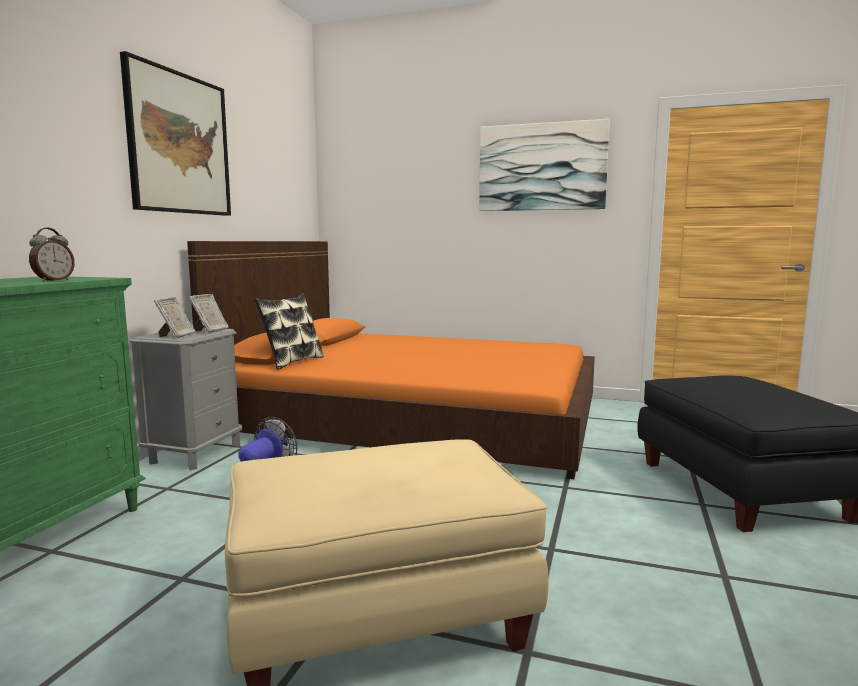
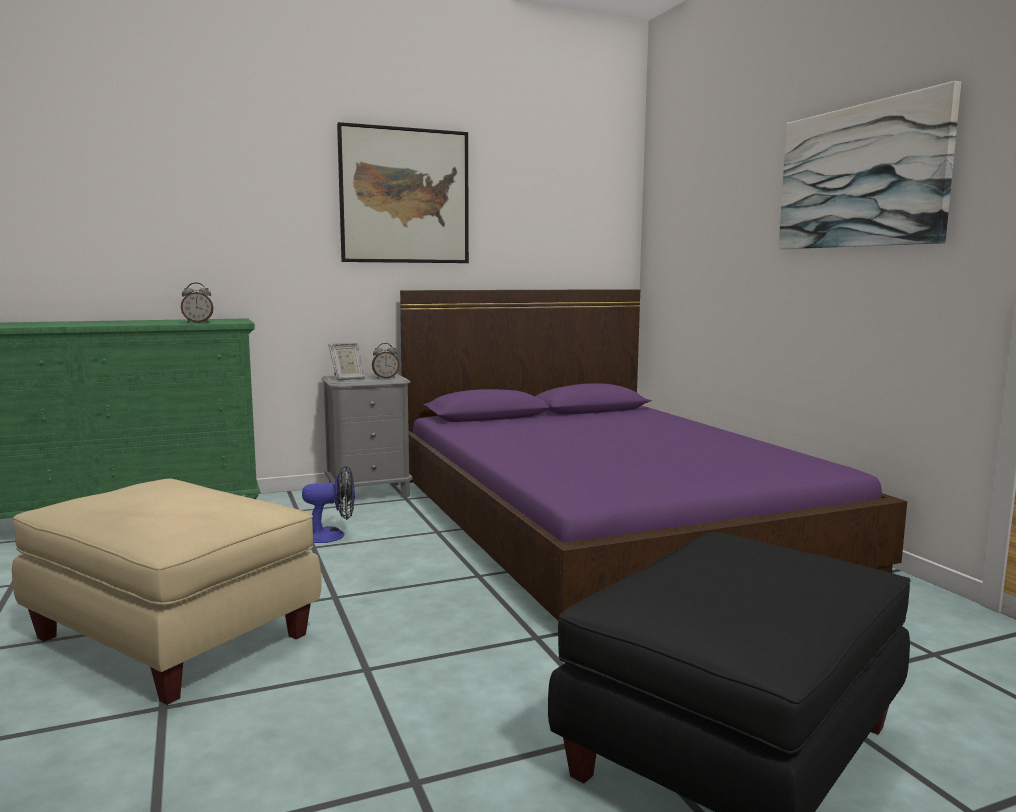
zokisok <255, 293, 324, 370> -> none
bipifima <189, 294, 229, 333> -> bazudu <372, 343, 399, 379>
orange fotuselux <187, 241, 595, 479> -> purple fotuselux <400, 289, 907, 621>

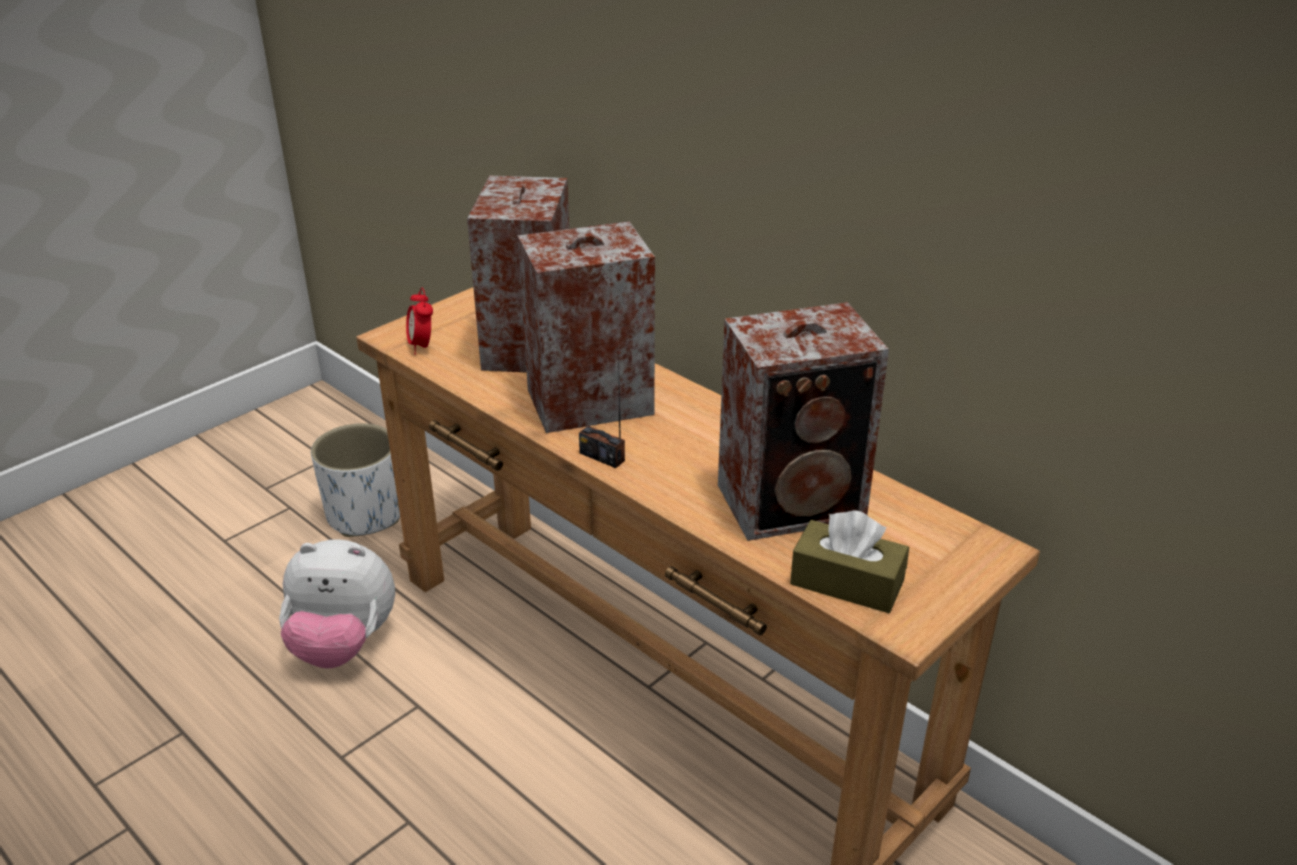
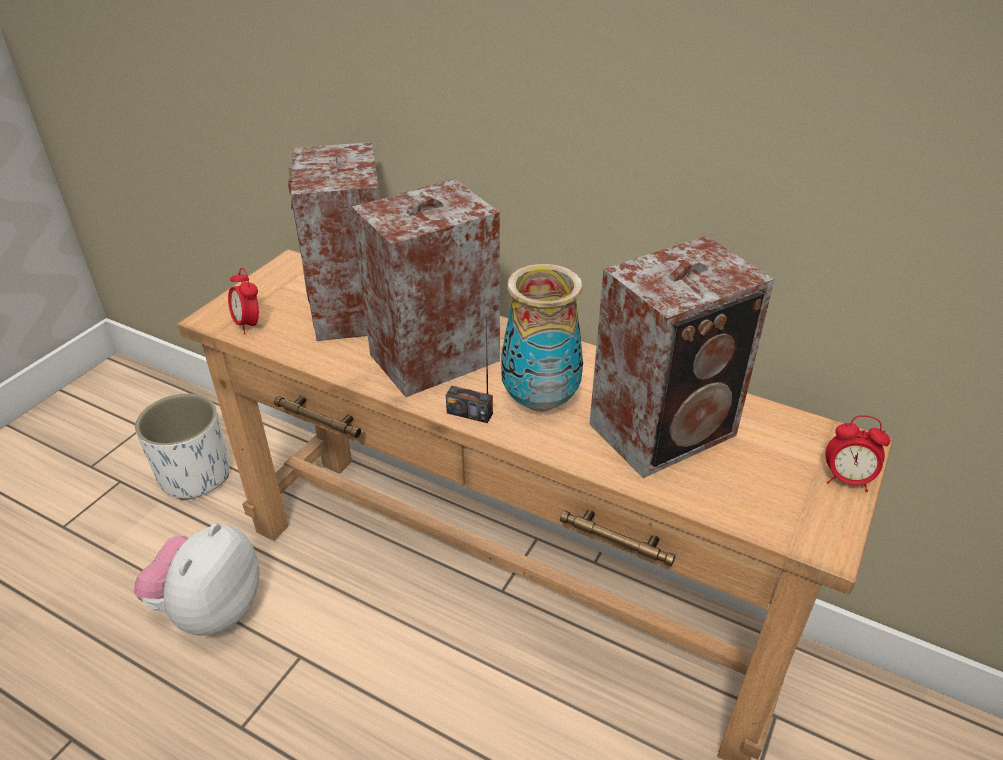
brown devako <790, 510, 909, 613> -> none
none -> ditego <501, 264, 583, 412>
none -> bazudu <825, 415, 890, 492>
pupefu <279, 539, 395, 668> -> pupefu <134, 523, 260, 636>, 120 degrees clockwise

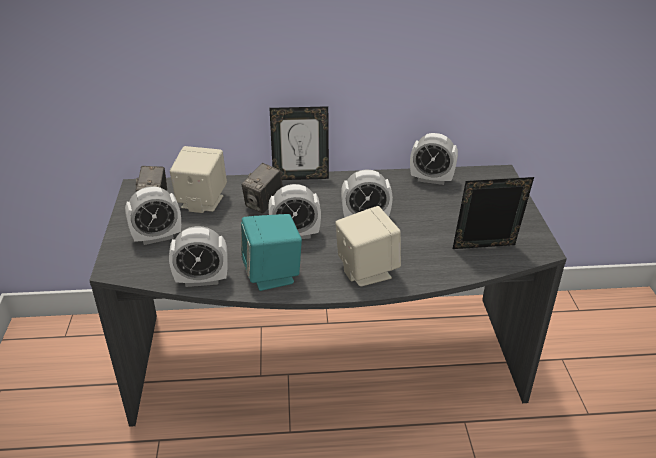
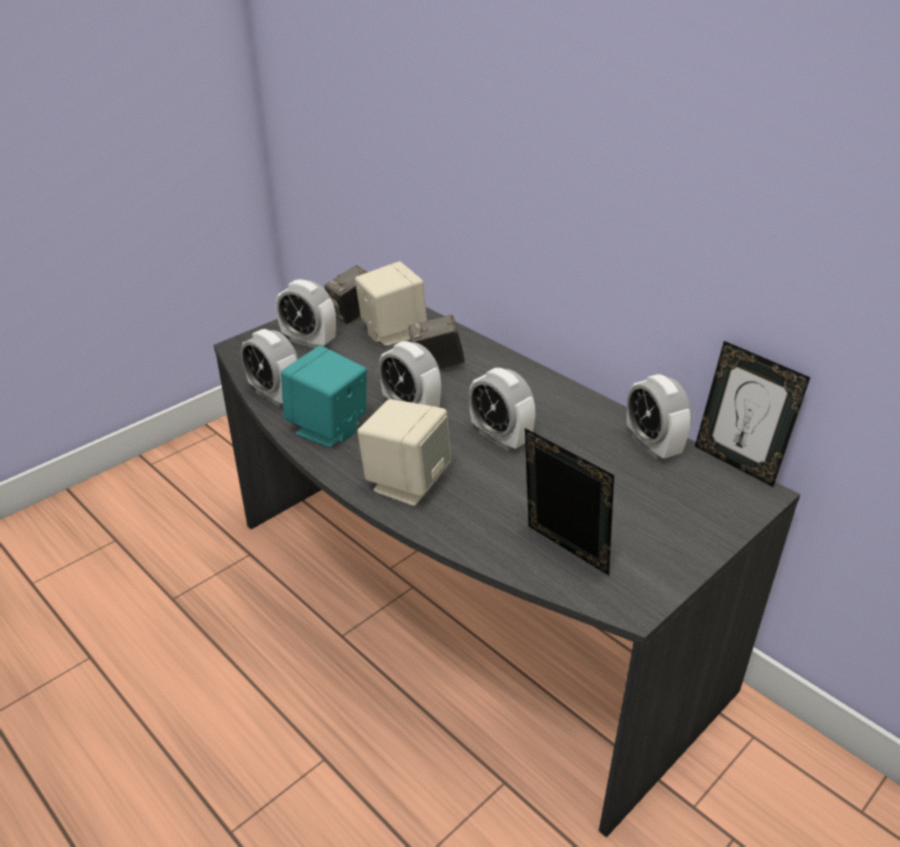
bipifima <270, 106, 329, 180> -> bipifima <695, 341, 811, 487>, moved

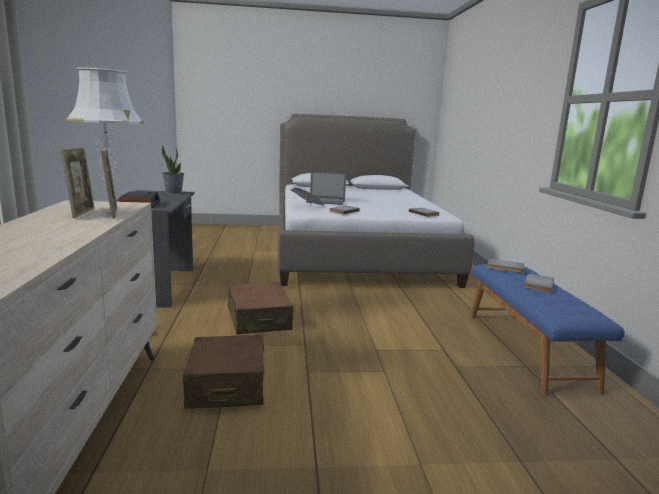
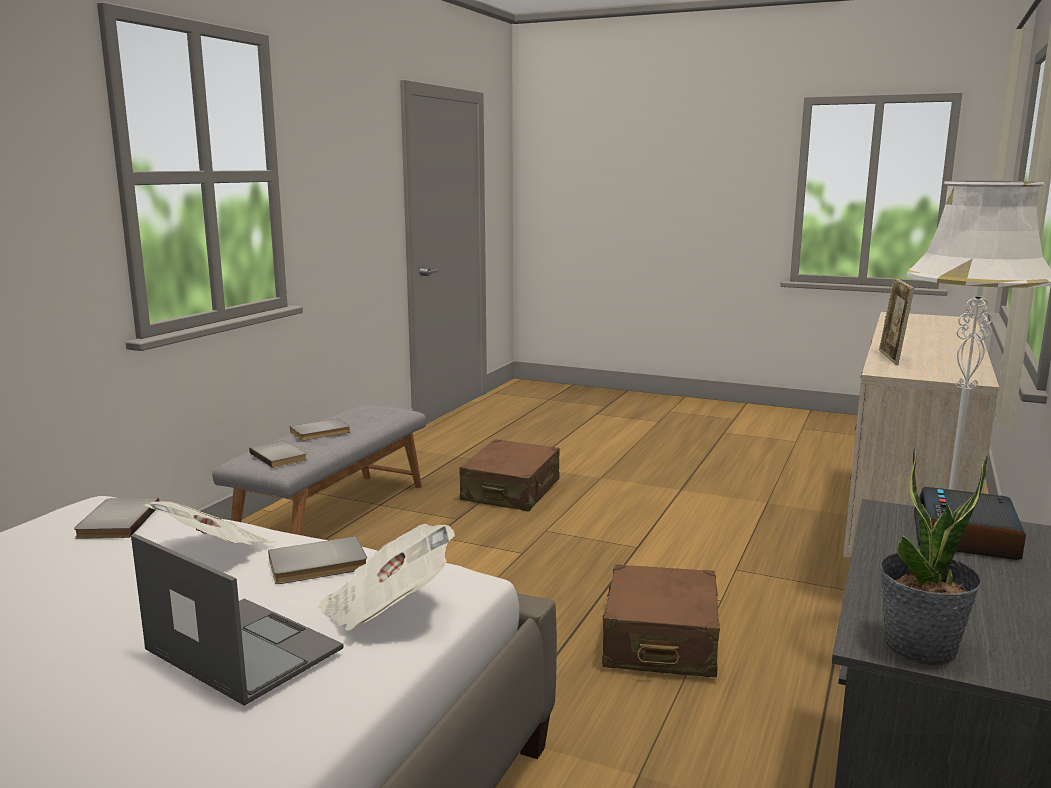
bipifima <61, 147, 95, 218> -> none
none -> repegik <144, 501, 275, 545>
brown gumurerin <183, 335, 264, 409> -> brown gumurerin <459, 439, 560, 511>, moved
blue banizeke <470, 264, 625, 395> -> grey banizeke <212, 405, 426, 535>

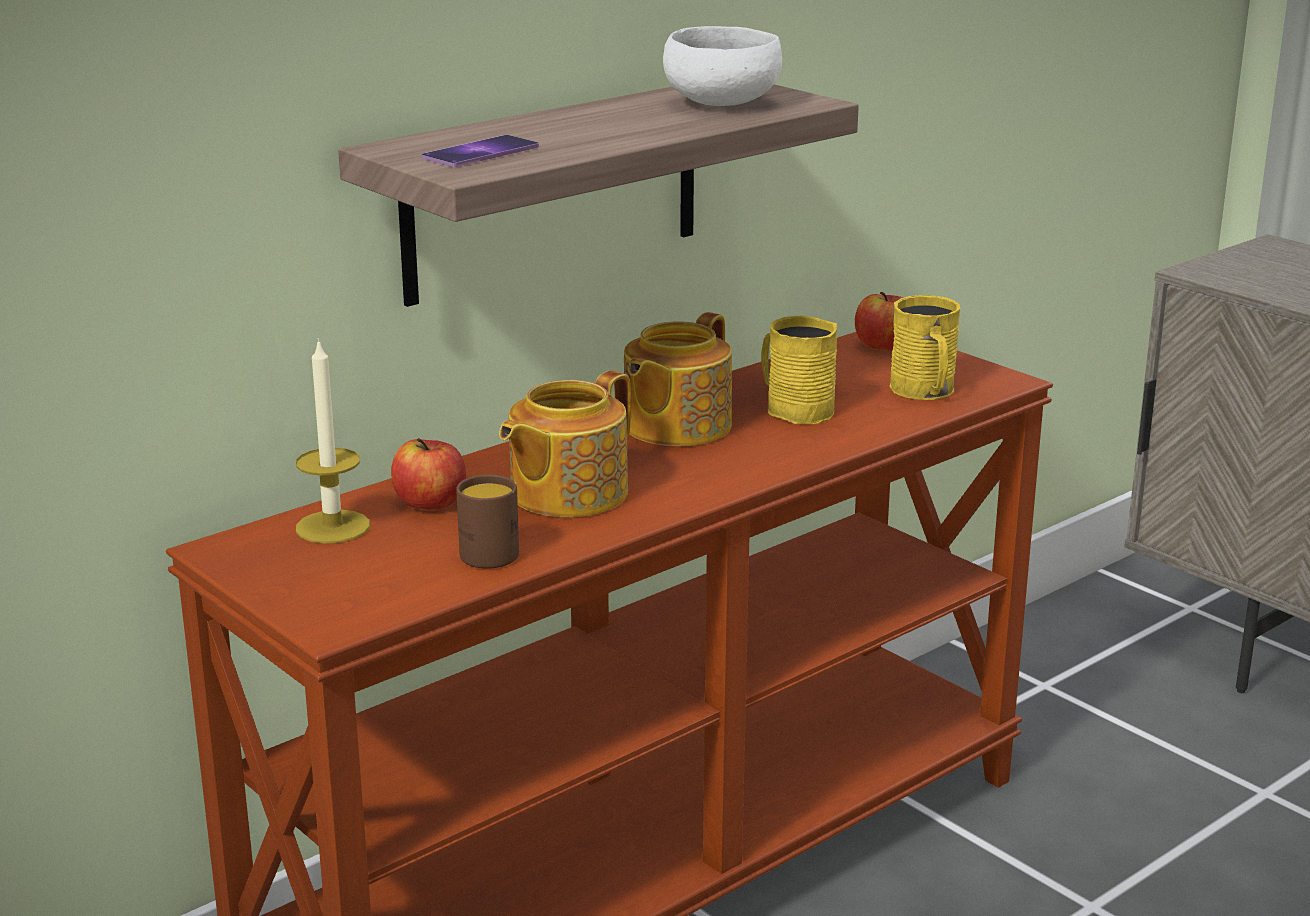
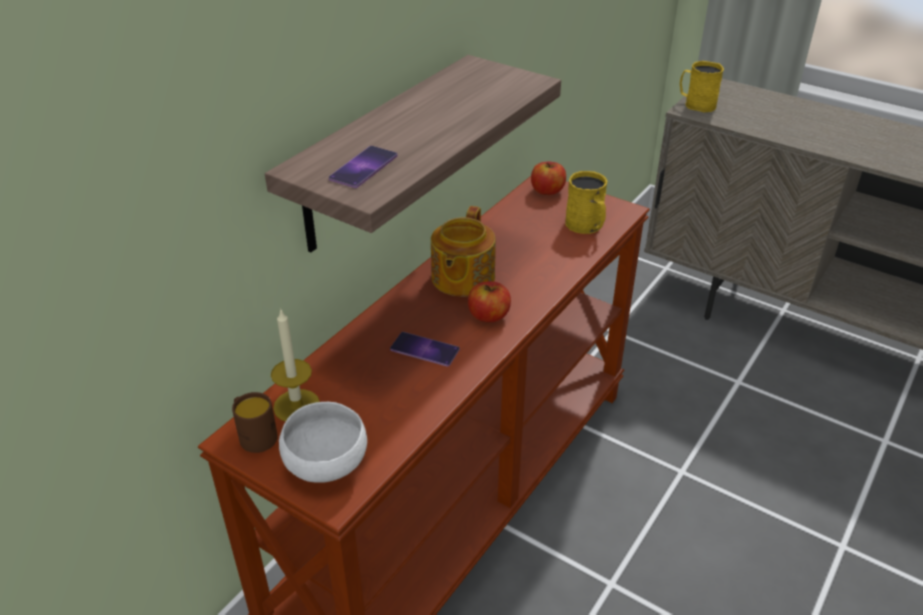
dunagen <391, 438, 466, 510> -> dunagen <468, 281, 511, 323>, moved
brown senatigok <456, 474, 519, 569> -> brown senatigok <232, 392, 278, 453>, moved
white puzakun <663, 26, 782, 106> -> white puzakun <279, 402, 367, 483>, moved
yellow senatigok <761, 316, 837, 424> -> yellow senatigok <680, 61, 724, 112>, moved
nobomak <499, 370, 631, 517> -> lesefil <390, 332, 460, 366>

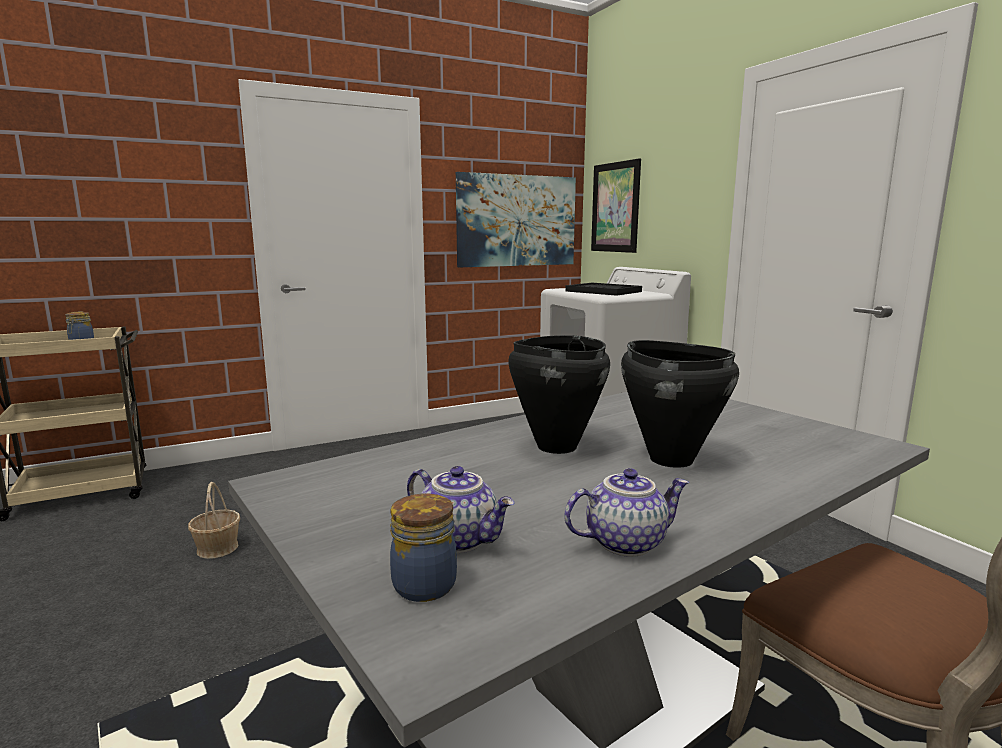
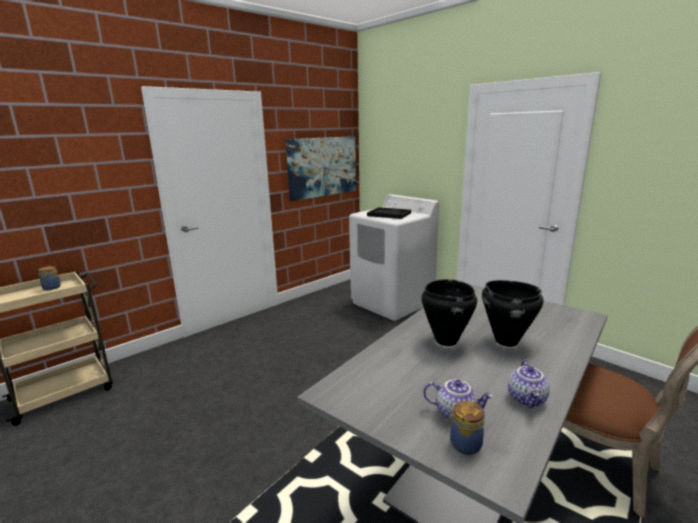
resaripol <188, 482, 240, 559> -> none
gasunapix <591, 158, 641, 253> -> none
nobomak <564, 468, 689, 557> -> nobomak <508, 359, 550, 408>, 135 degrees clockwise

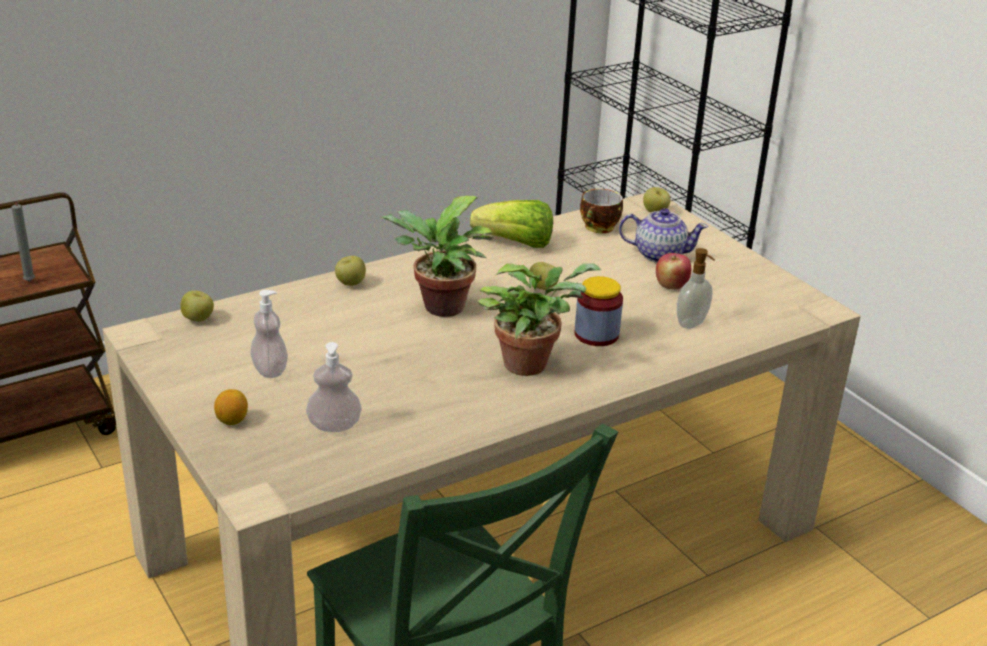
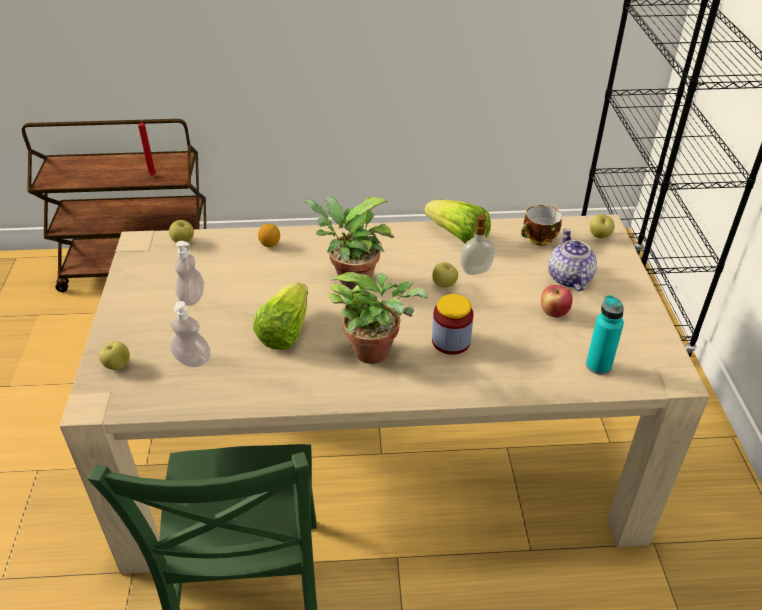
none -> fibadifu <253, 283, 308, 350>
none -> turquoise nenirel <586, 295, 624, 375>
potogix <214, 389, 248, 425> -> potogix <258, 224, 280, 247>, moved
dunagen <335, 256, 366, 286> -> dunagen <99, 341, 130, 370>, moved
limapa <677, 248, 715, 329> -> limapa <460, 214, 495, 275>, moved
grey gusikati <11, 200, 35, 282> -> red gusikati <138, 121, 156, 176>
nobomak <619, 208, 708, 263> -> nobomak <548, 229, 597, 291>, 135 degrees counterclockwise

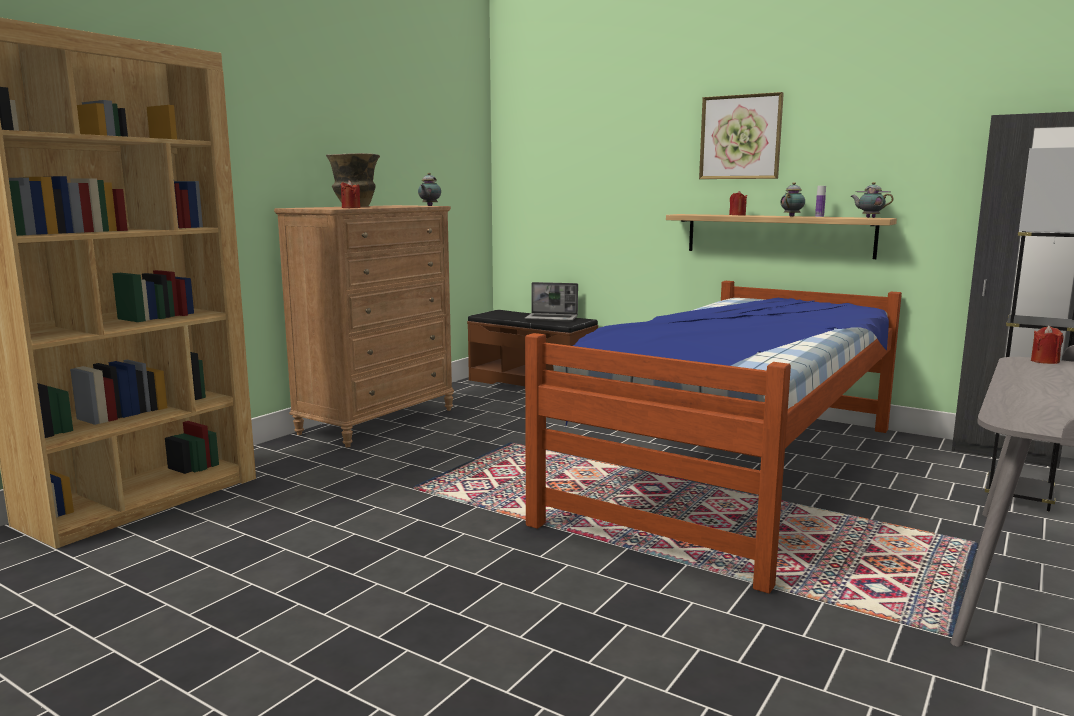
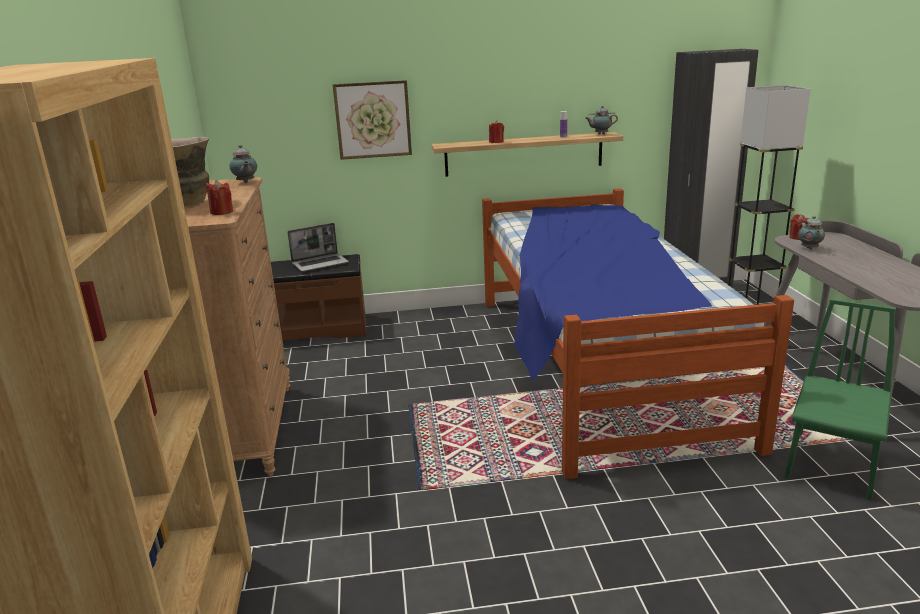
none -> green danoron <785, 299, 896, 501>
gasunapix <699, 92, 784, 179> -> gasunapix <333, 80, 412, 160>, moved
nobomak <780, 182, 805, 217> -> nobomak <798, 216, 825, 250>, moved

